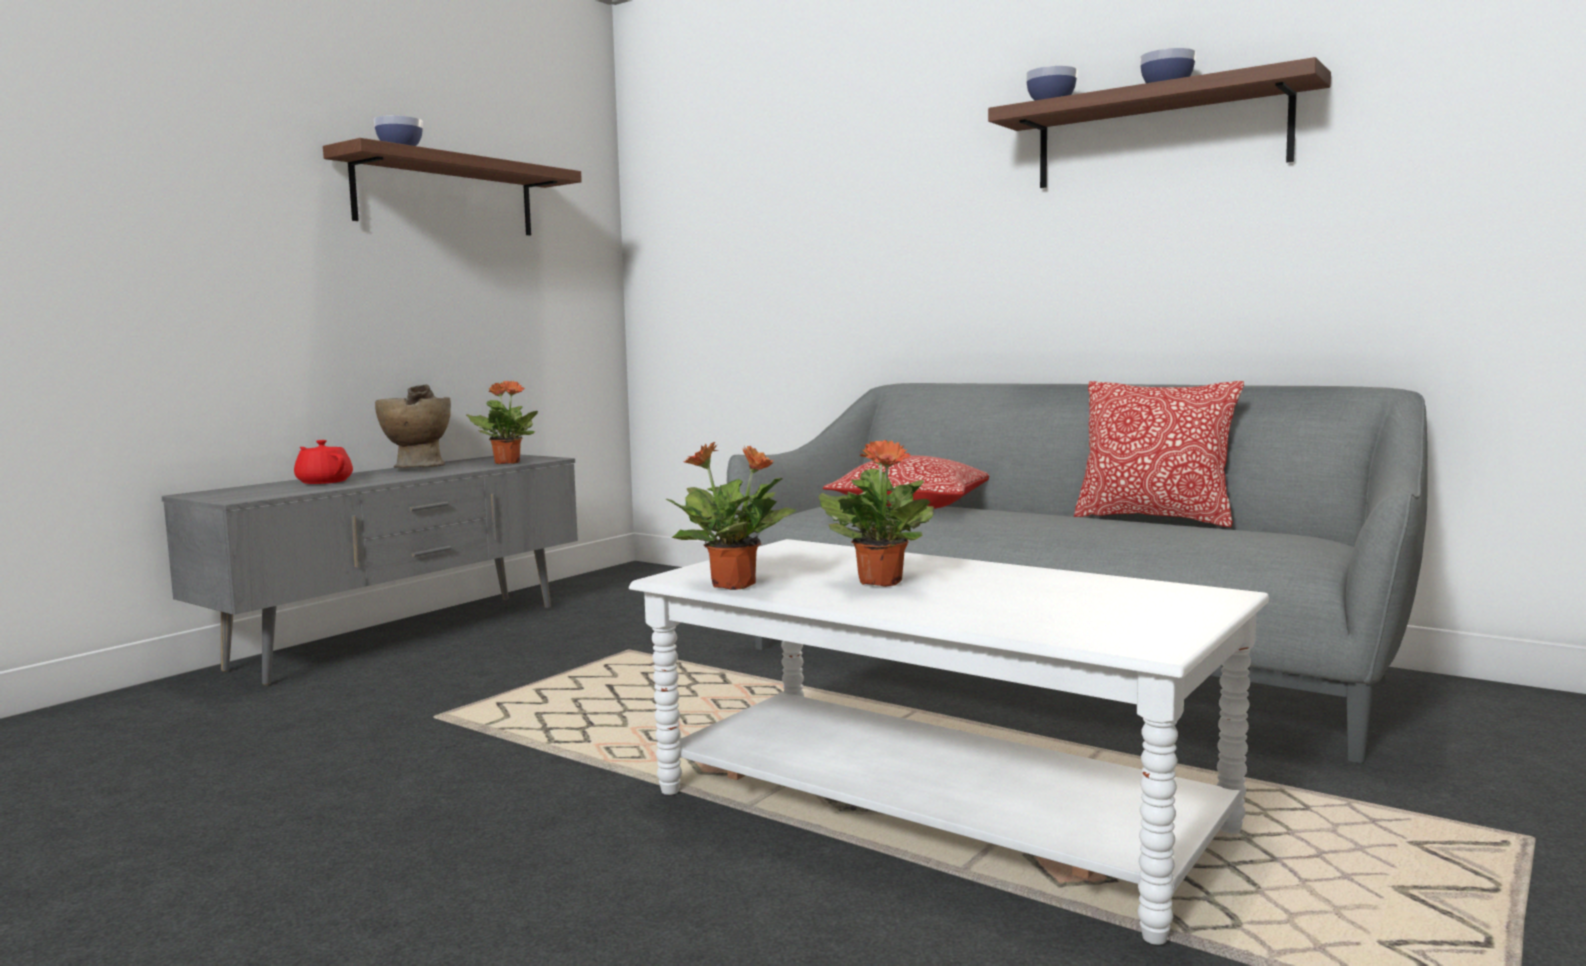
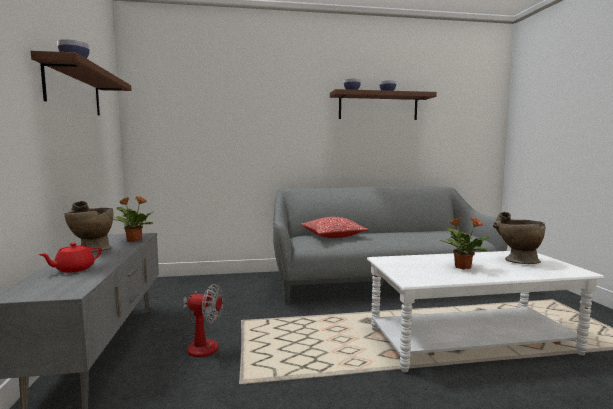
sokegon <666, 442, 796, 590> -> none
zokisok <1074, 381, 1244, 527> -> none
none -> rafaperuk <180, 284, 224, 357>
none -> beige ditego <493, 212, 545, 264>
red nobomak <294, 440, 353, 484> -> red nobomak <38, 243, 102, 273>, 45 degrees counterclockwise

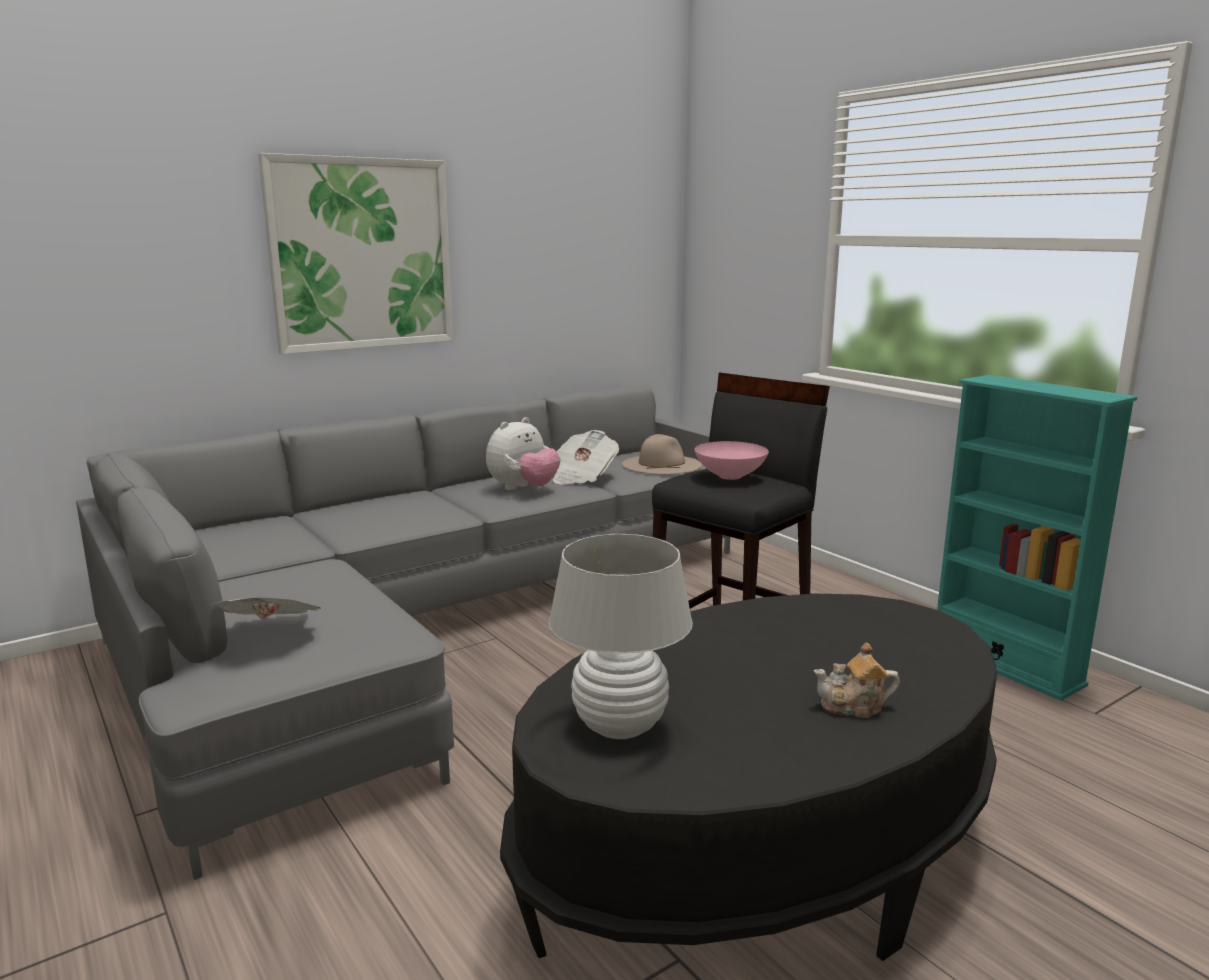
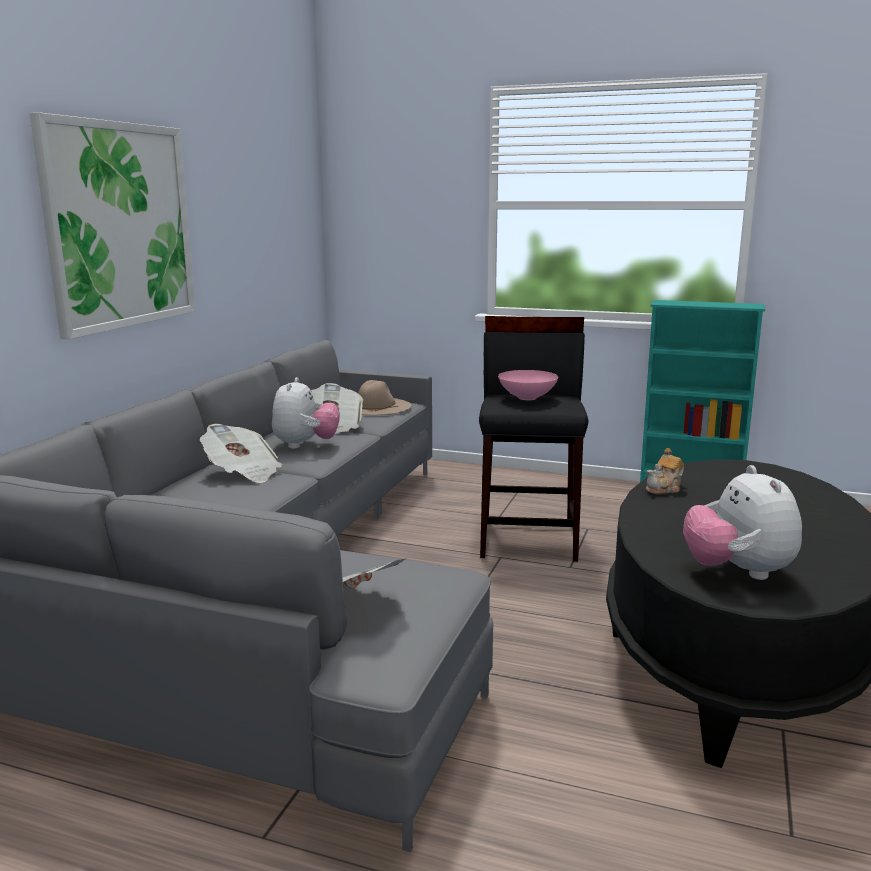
none -> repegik <200, 424, 282, 483>
nobomak <814, 643, 900, 718> -> nobomak <646, 448, 684, 494>, moved
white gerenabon <549, 534, 693, 739> -> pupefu <683, 465, 802, 580>

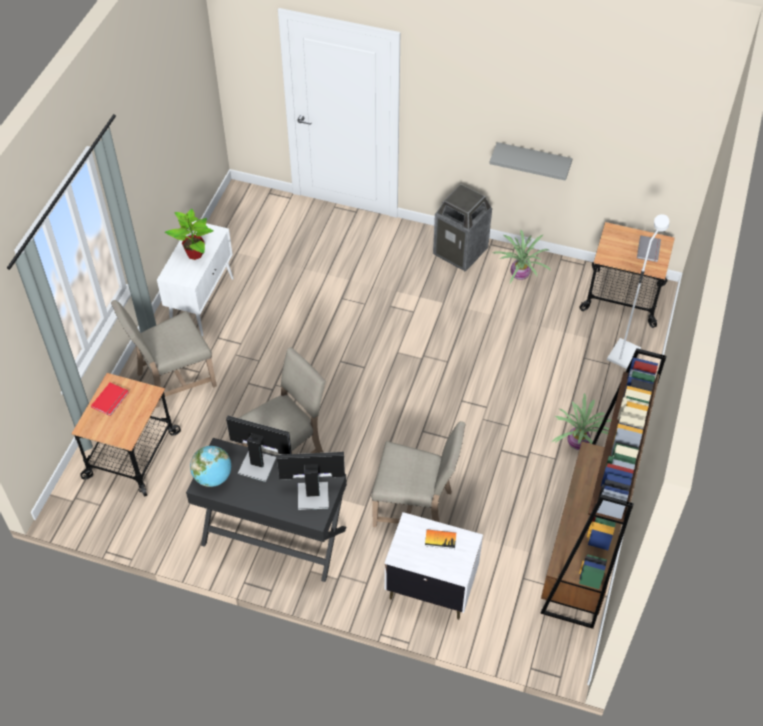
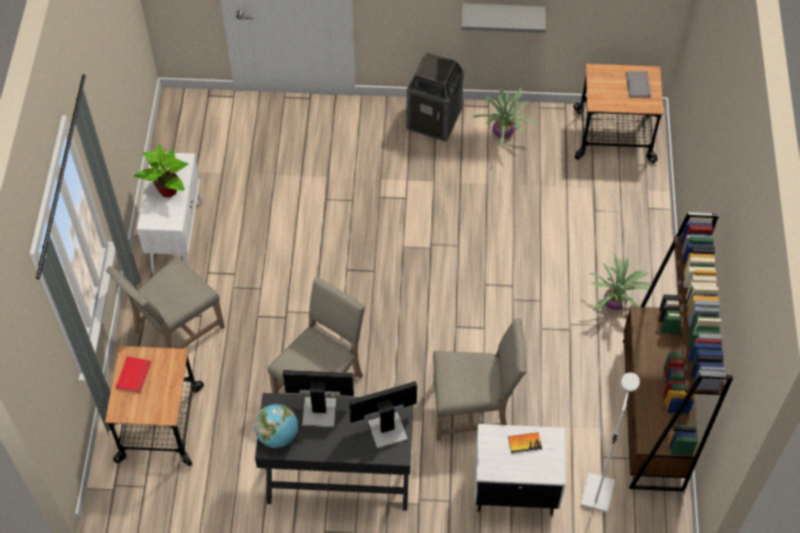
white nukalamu <607, 214, 669, 369> -> white nukalamu <580, 373, 640, 513>, moved

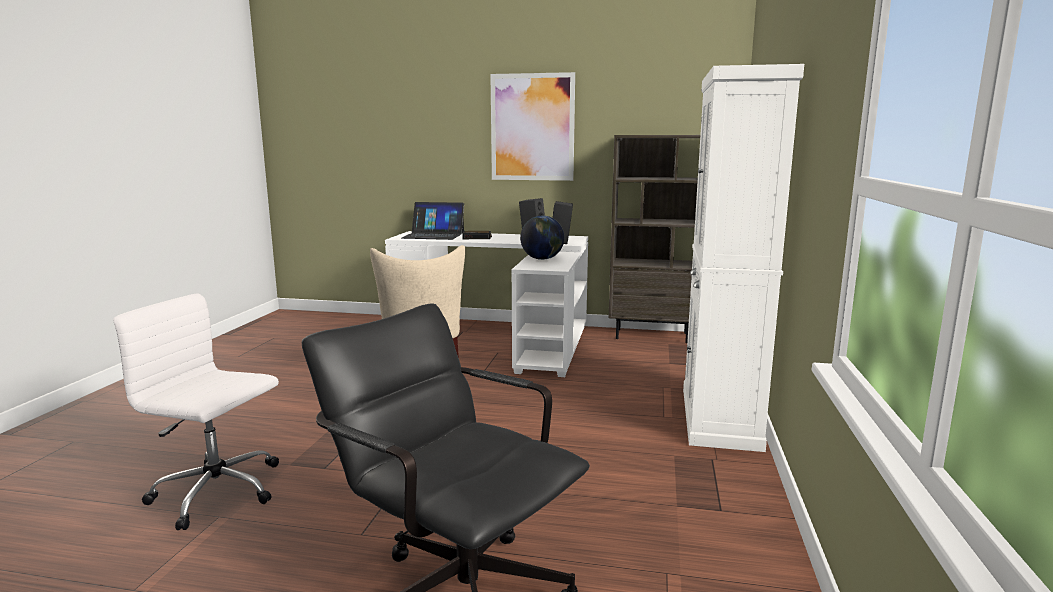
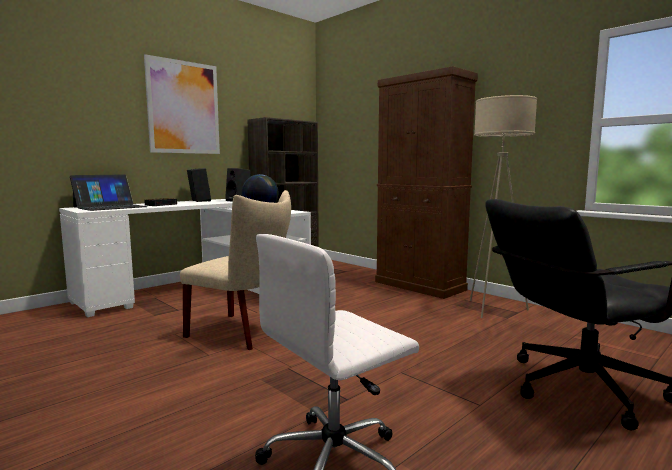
none -> beige nukalamu <470, 95, 537, 318>
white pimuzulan <683, 64, 804, 452> -> brown pimuzulan <375, 66, 478, 299>

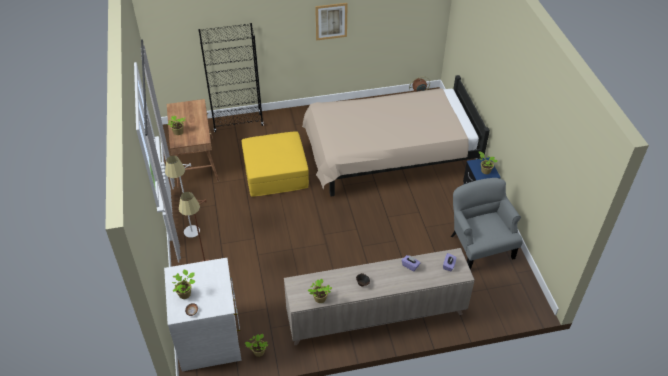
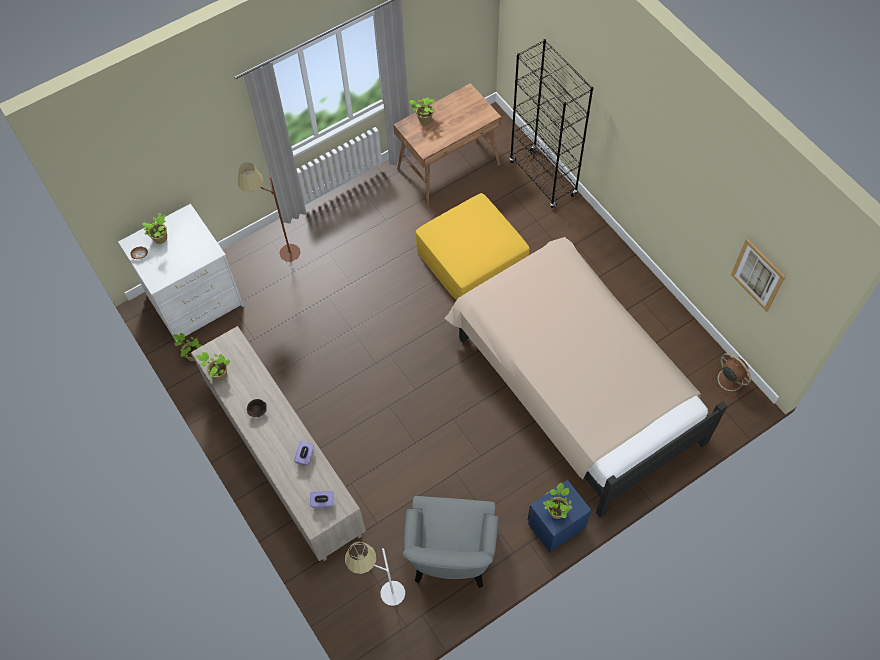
white nukalamu <165, 156, 200, 238> -> white nukalamu <345, 541, 405, 606>, moved
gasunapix <315, 3, 348, 41> -> gasunapix <731, 238, 785, 312>, moved
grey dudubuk <450, 178, 523, 270> -> grey dudubuk <403, 496, 499, 588>, 135 degrees clockwise

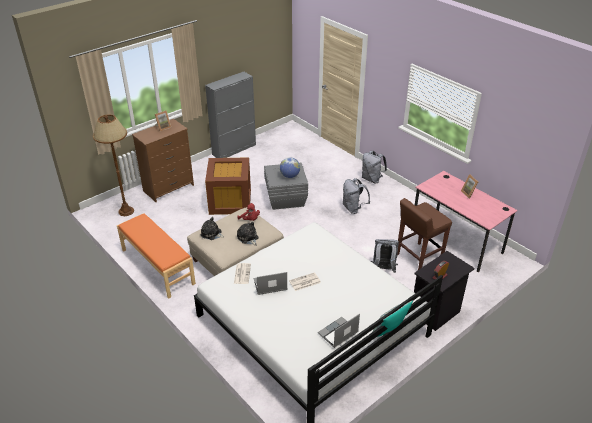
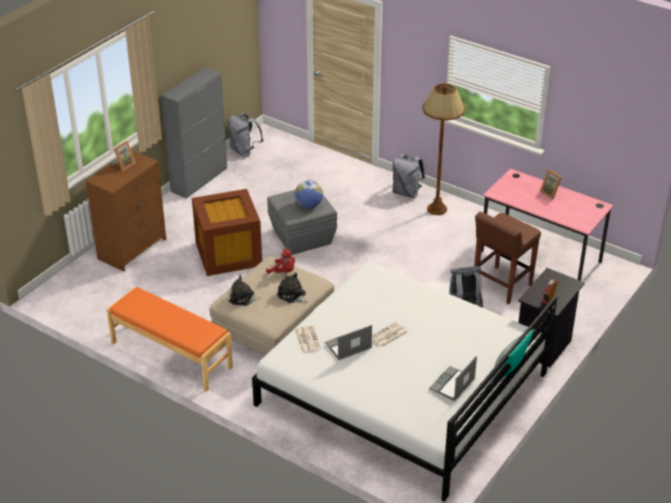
brown nukalamu <93, 114, 134, 216> -> brown nukalamu <422, 83, 465, 215>, moved
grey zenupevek <343, 178, 370, 214> -> grey zenupevek <228, 113, 263, 157>, moved

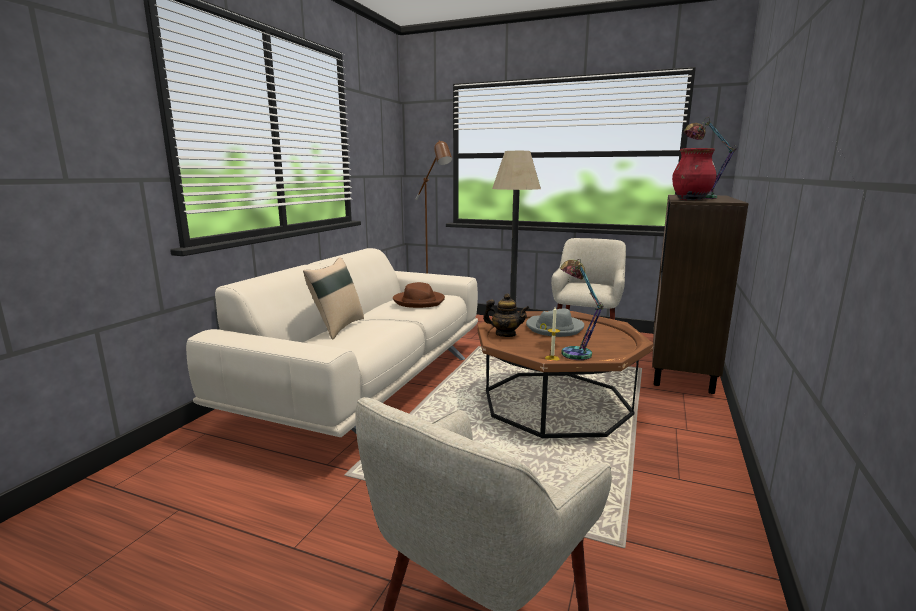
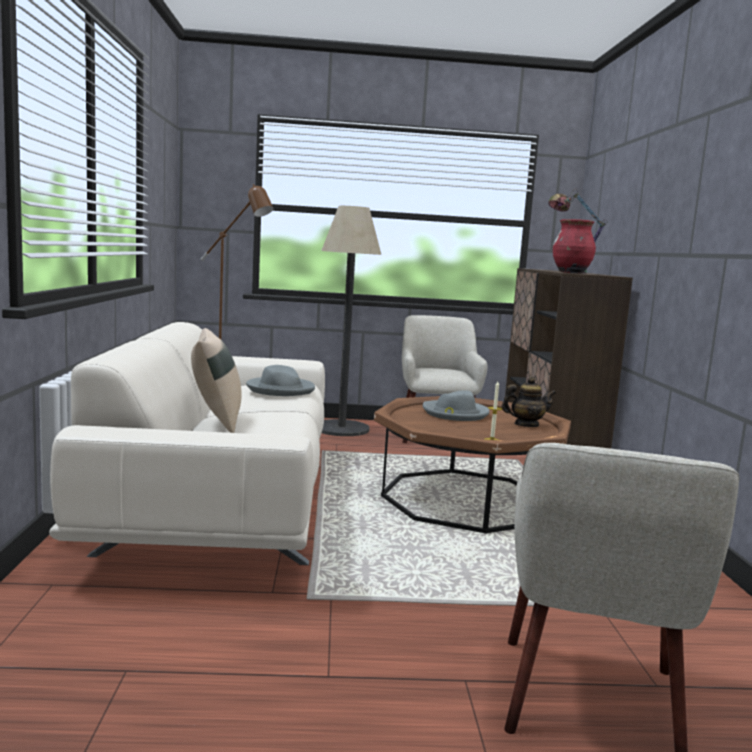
gerenabon <560, 259, 603, 360> -> none
nobomak <483, 294, 530, 337> -> nobomak <501, 377, 556, 427>, moved
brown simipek <393, 282, 445, 308> -> grey simipek <246, 365, 315, 396>

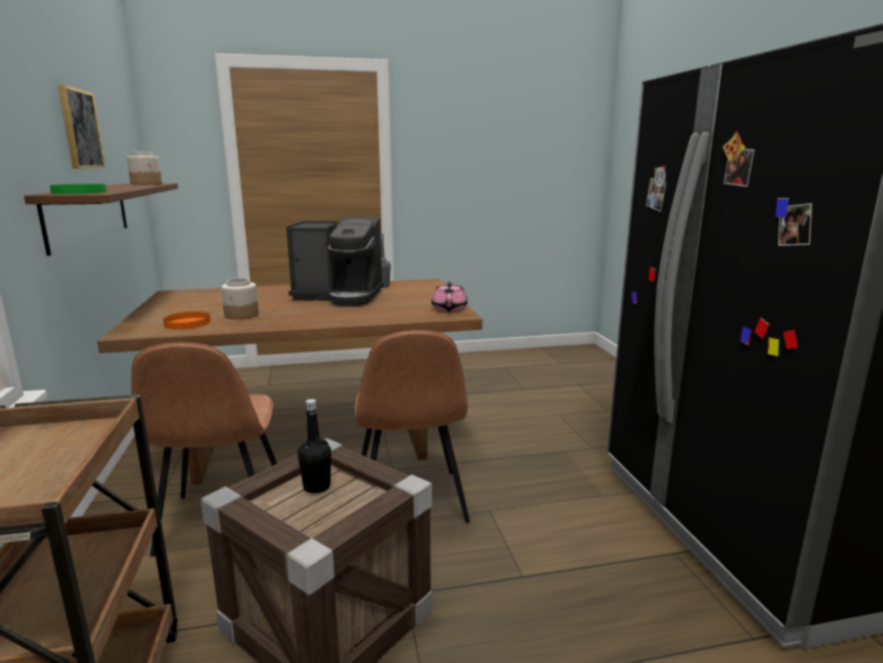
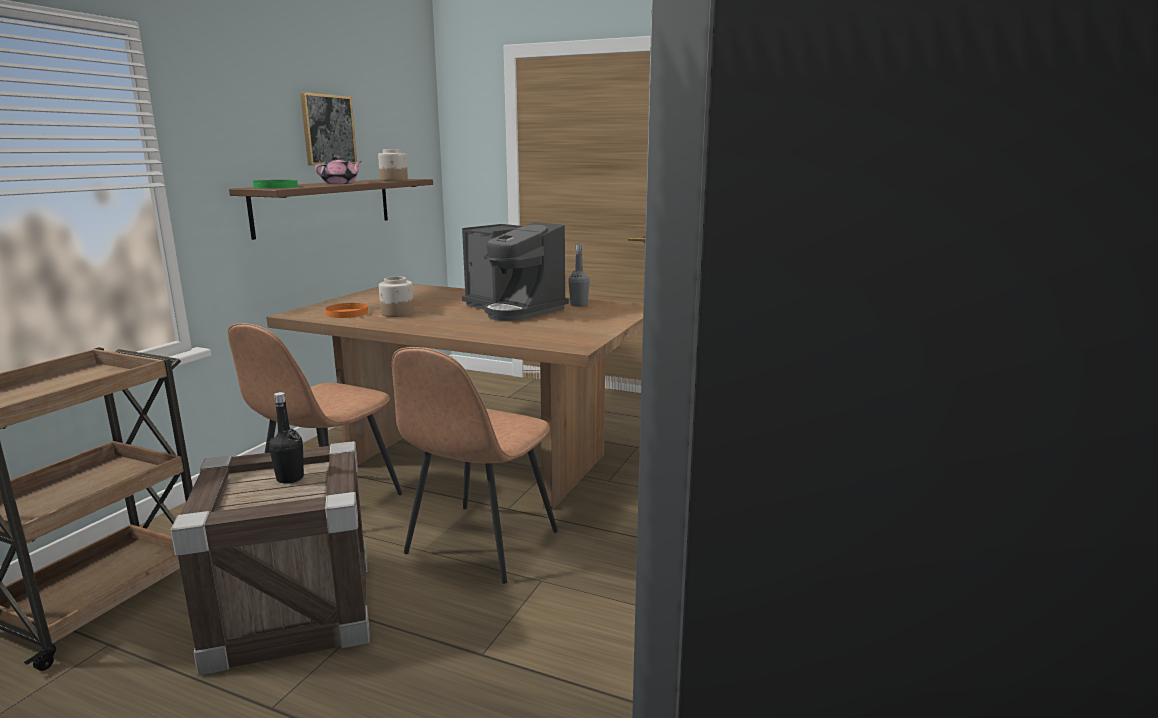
pink nobomak <431, 281, 467, 312> -> pink nobomak <315, 156, 362, 184>, moved

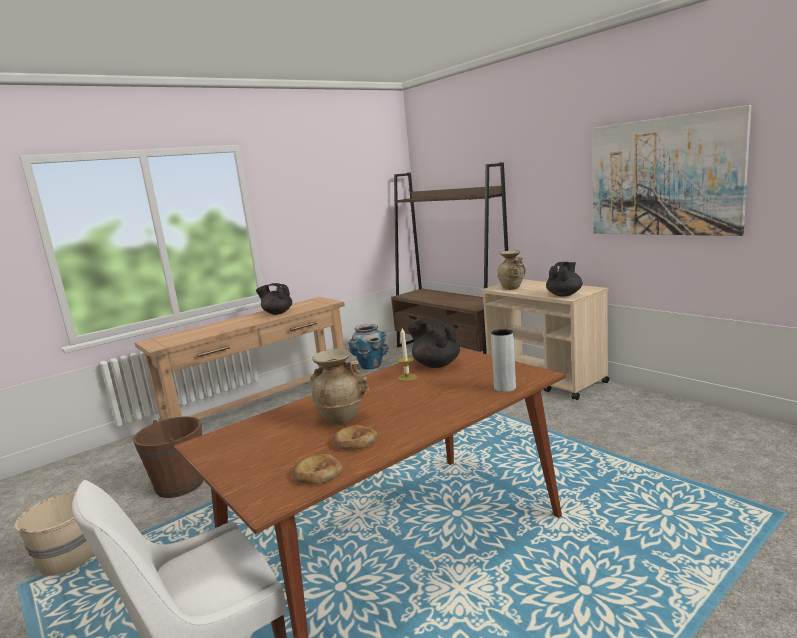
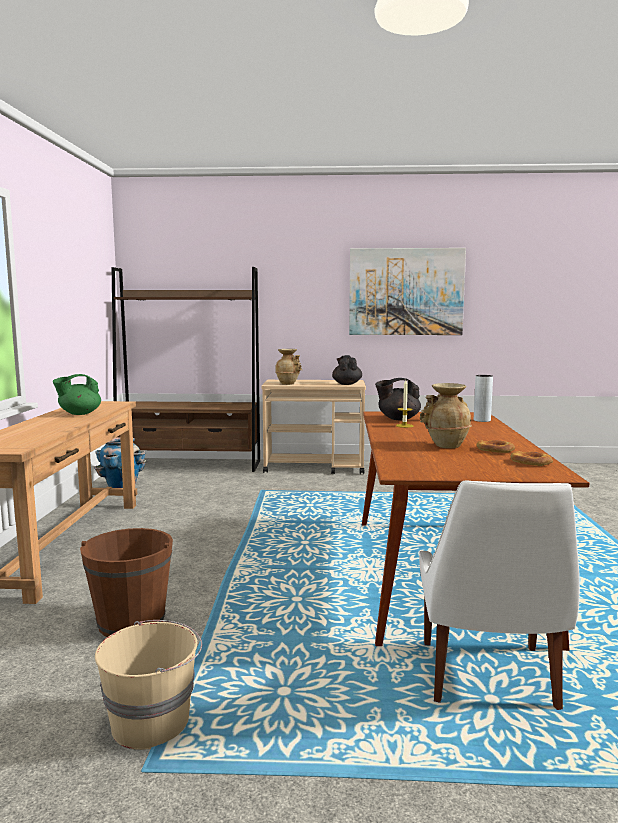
black nobomak <256, 283, 292, 315> -> green nobomak <53, 374, 101, 415>

